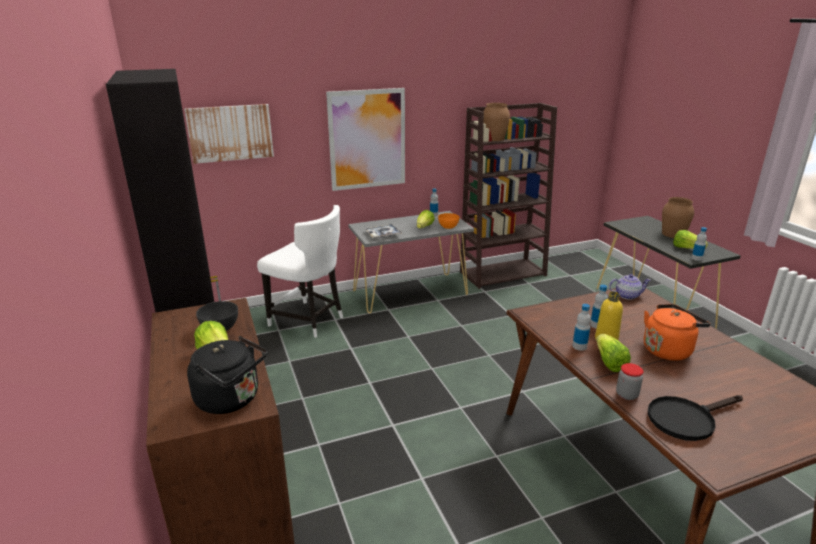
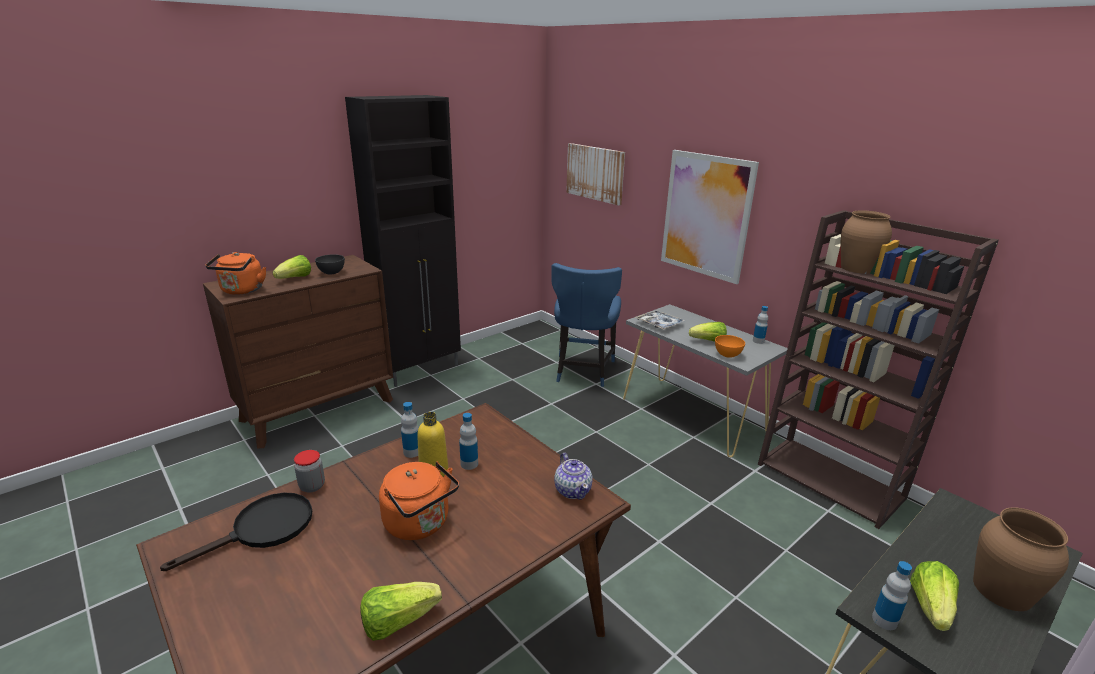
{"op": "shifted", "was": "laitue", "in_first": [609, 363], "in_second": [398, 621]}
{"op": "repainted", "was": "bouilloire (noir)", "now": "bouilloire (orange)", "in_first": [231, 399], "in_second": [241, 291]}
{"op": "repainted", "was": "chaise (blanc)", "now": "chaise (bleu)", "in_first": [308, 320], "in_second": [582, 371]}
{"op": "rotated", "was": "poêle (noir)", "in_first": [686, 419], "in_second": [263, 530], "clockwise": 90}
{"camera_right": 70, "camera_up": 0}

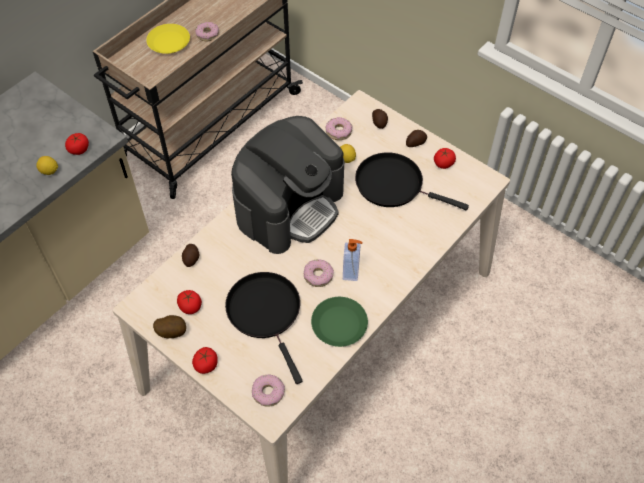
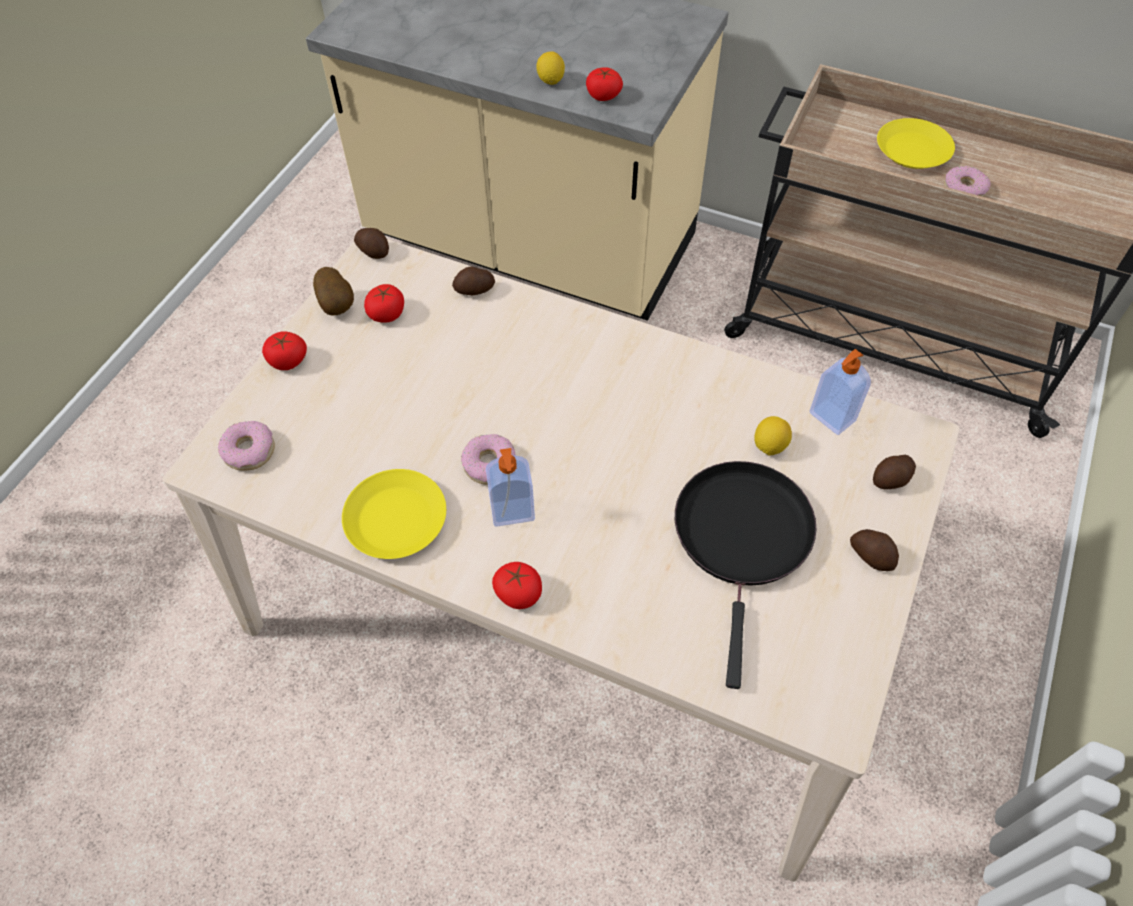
{"op": "gone", "was": "poêle (noir)", "in_first": [266, 313]}
{"op": "gone", "was": "machine à café", "in_first": [290, 206]}
{"op": "new", "now": "pomme de terre", "in_second": [374, 250]}
{"op": "shifted", "was": "tomate", "in_first": [443, 163], "in_second": [518, 592]}
{"op": "swapped", "was": "beignet", "now": "distributeur de savon", "in_first": [338, 132], "in_second": [831, 418]}
{"op": "repainted", "was": "assiette (vert)", "now": "assiette (jaune)", "in_first": [338, 324], "in_second": [396, 518]}
{"camera_right": 75, "camera_up": 0}

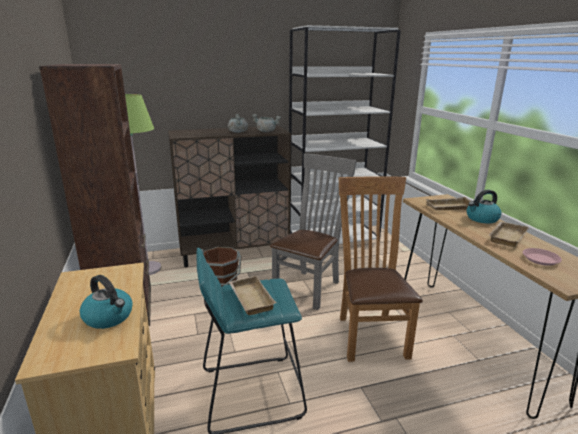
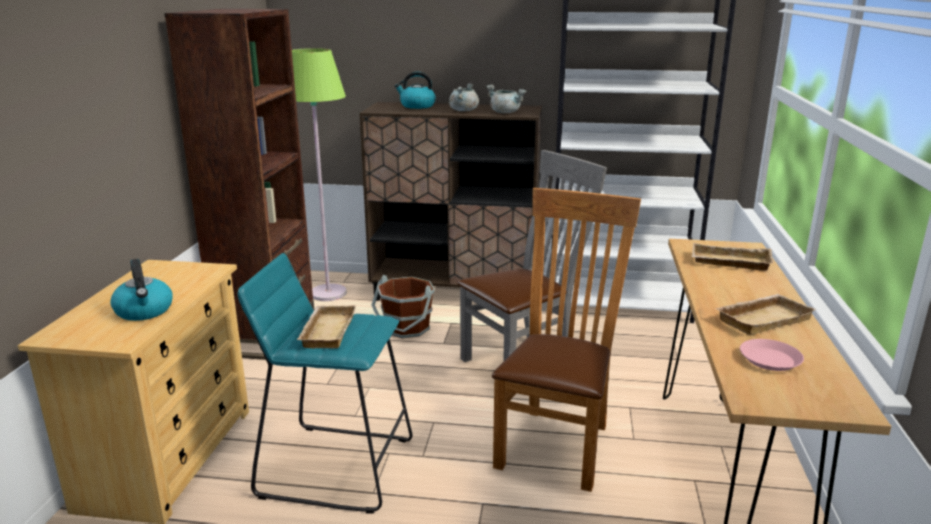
{"op": "shifted", "was": "bouilloire", "in_first": [481, 219], "in_second": [417, 106]}
{"camera_right": 25, "camera_up": 0}

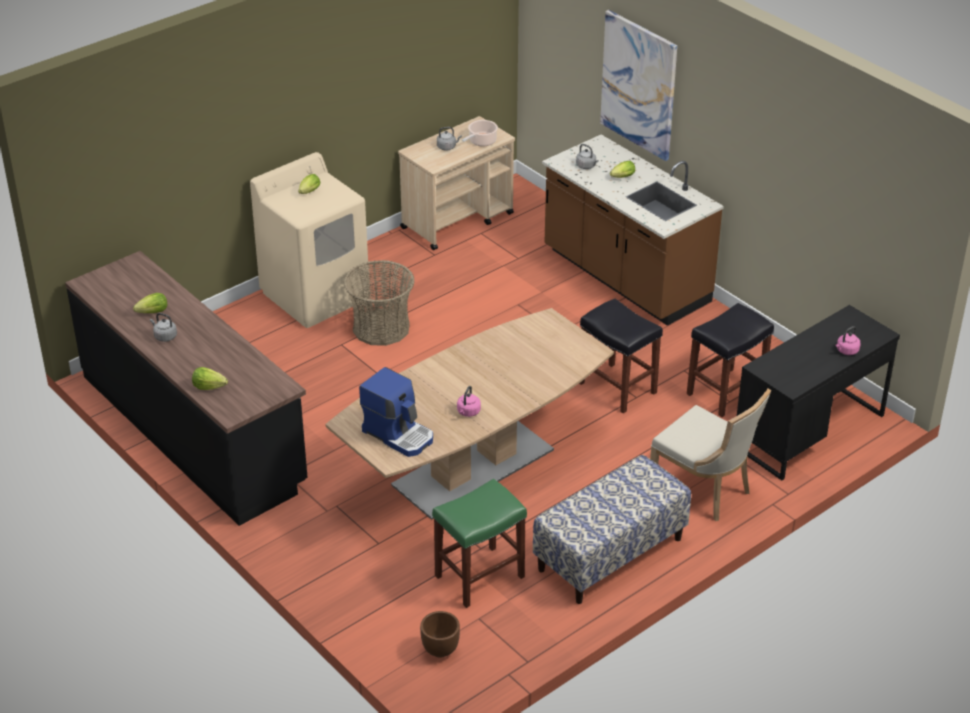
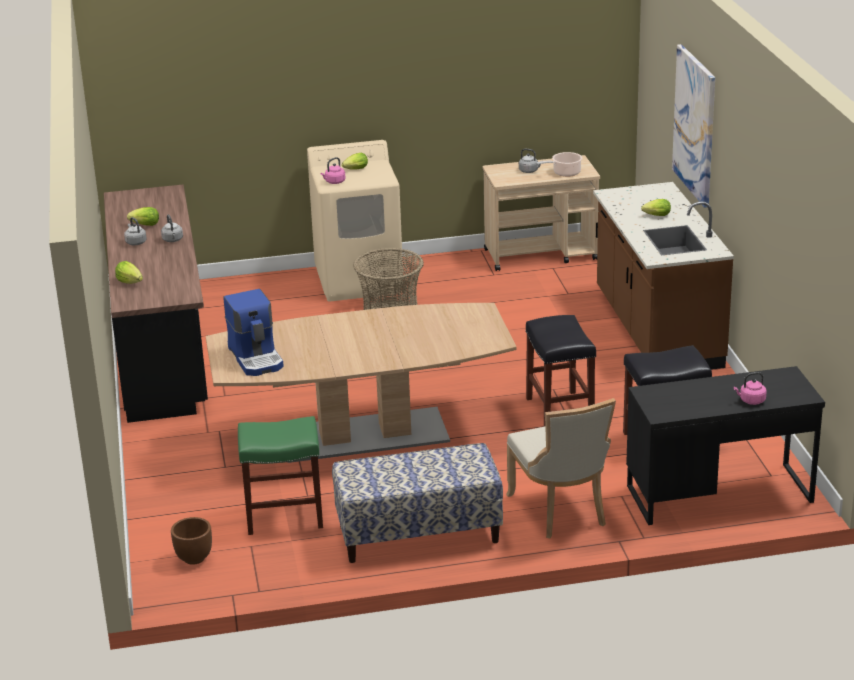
{"op": "shifted", "was": "bouilloire (rose)", "in_first": [468, 412], "in_second": [334, 182]}
{"op": "shifted", "was": "bouilloire (gris)", "in_first": [586, 166], "in_second": [173, 240]}
{"camera_right": 30, "camera_up": -10}

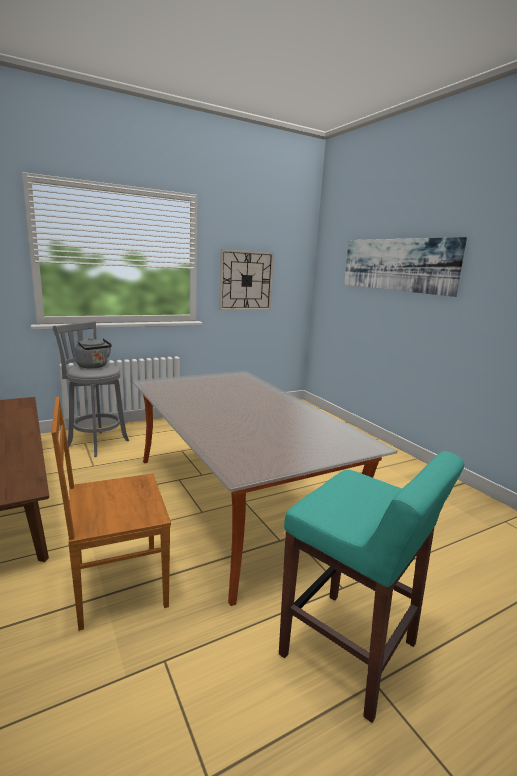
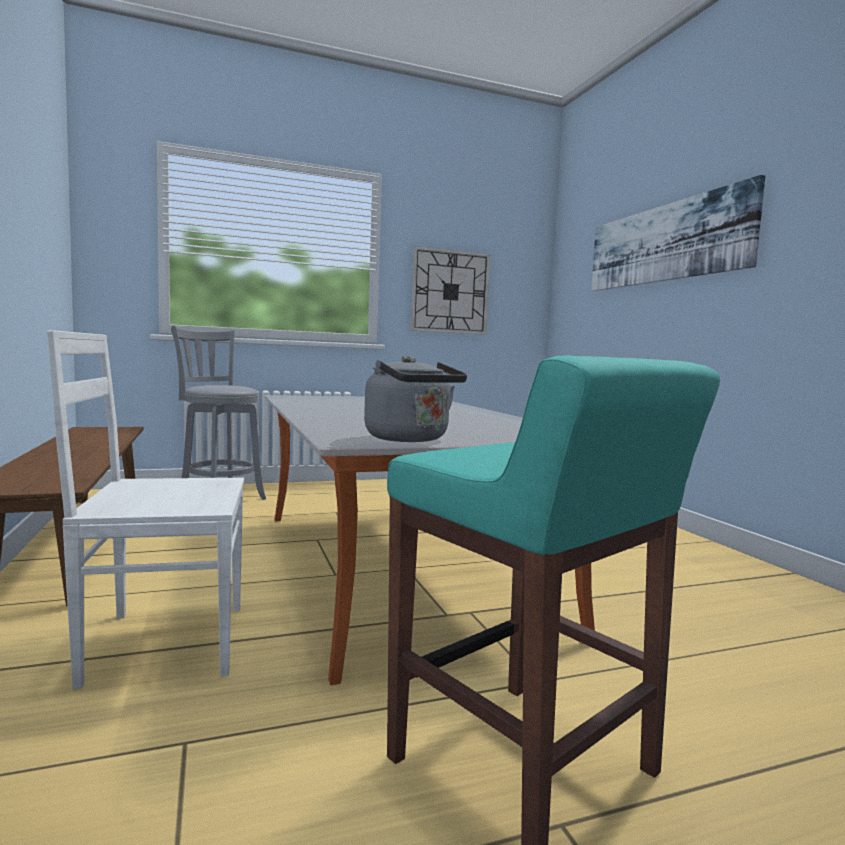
{"op": "shifted", "was": "bouilloire (gris)", "in_first": [94, 366], "in_second": [411, 439]}
{"op": "repainted", "was": "chaise (marron)", "now": "chaise (blanc)", "in_first": [116, 585], "in_second": [162, 643]}
{"camera_right": 10, "camera_up": -10}

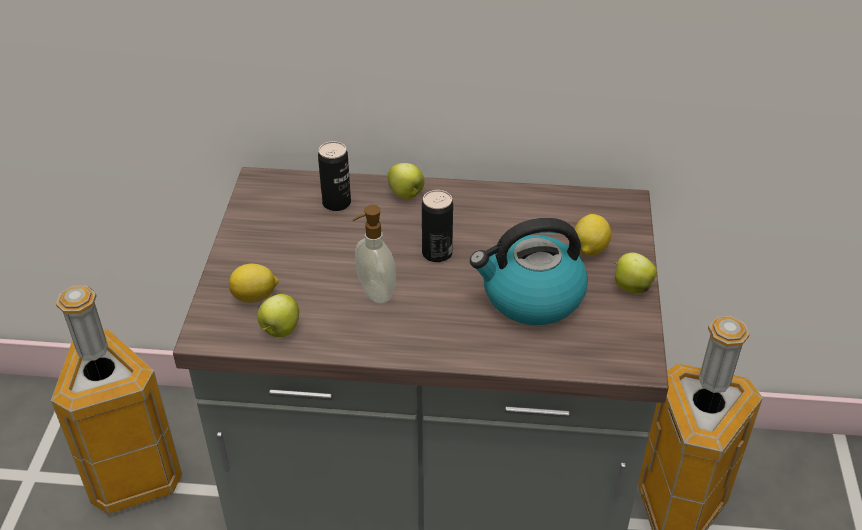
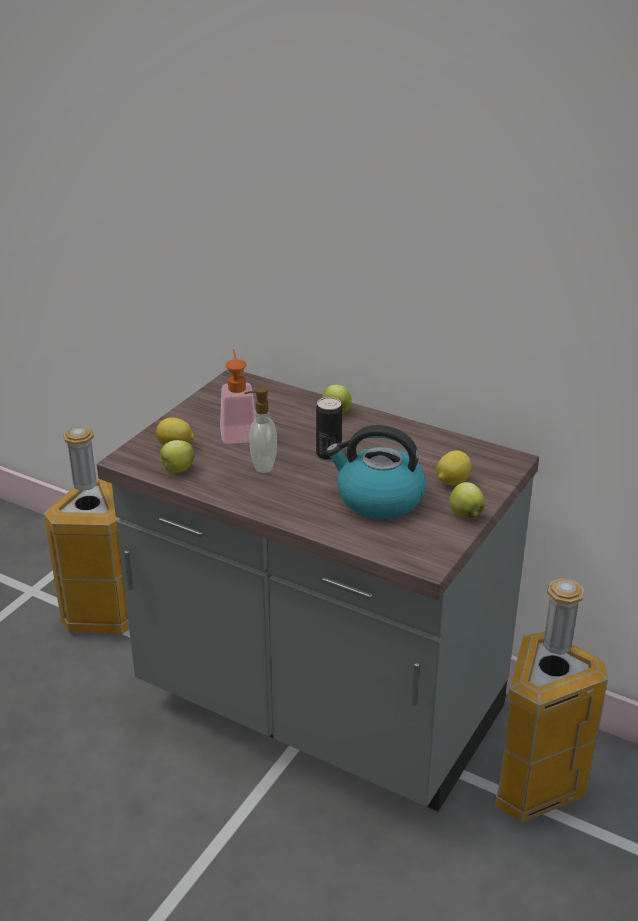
{"op": "gone", "was": "boîte métallique", "in_first": [336, 203]}
{"op": "new", "now": "distributeur de savon", "in_second": [238, 431]}
{"camera_right": 25, "camera_up": -10}

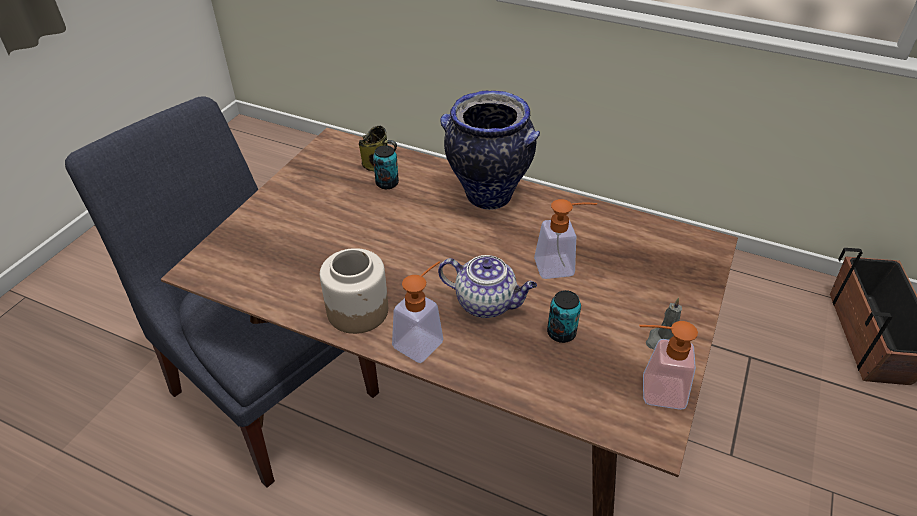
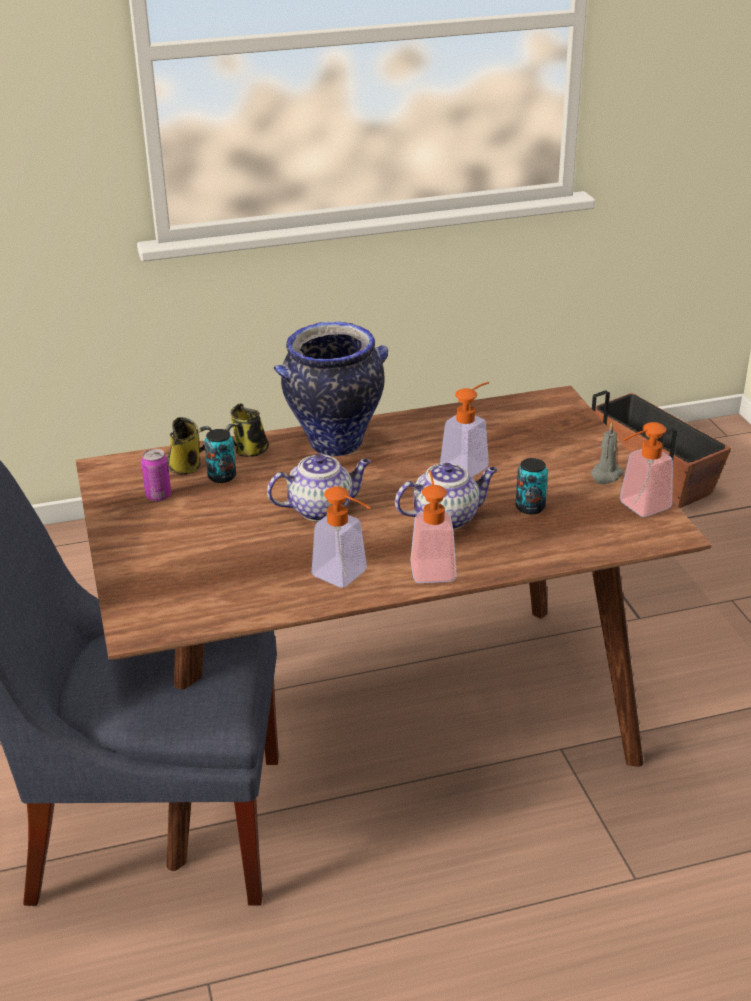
{"op": "new", "now": "boîte métallique", "in_second": [158, 496]}
{"op": "new", "now": "mug", "in_second": [249, 452]}
{"op": "new", "now": "théière", "in_second": [321, 509]}
{"op": "swapped", "was": "bocal", "now": "distributeur de savon", "in_first": [358, 310], "in_second": [347, 576]}
{"camera_right": -40, "camera_up": -10}

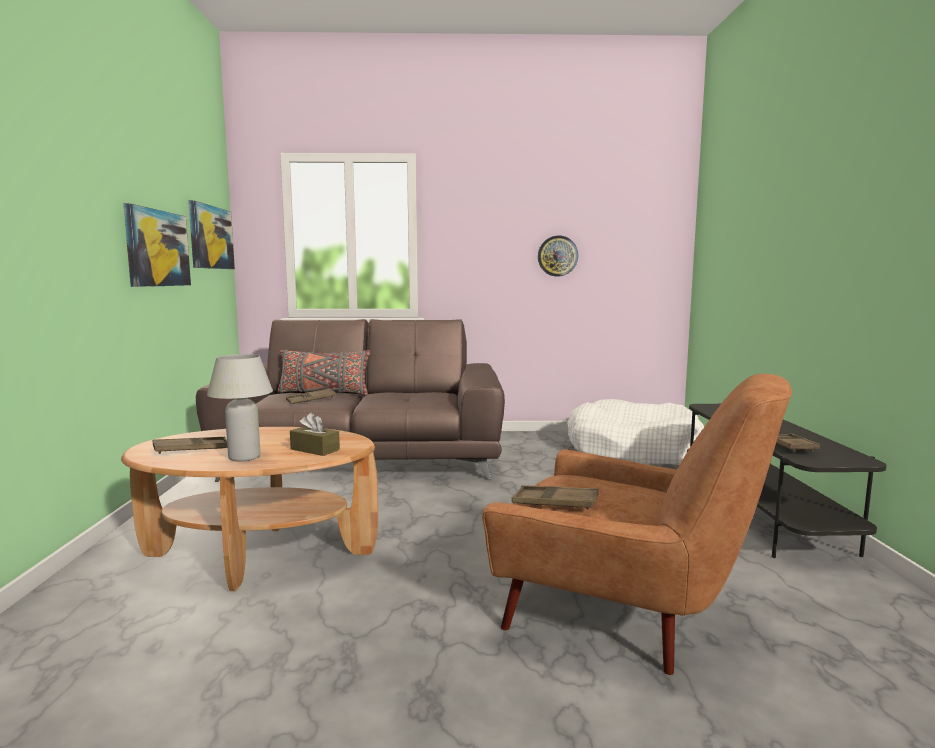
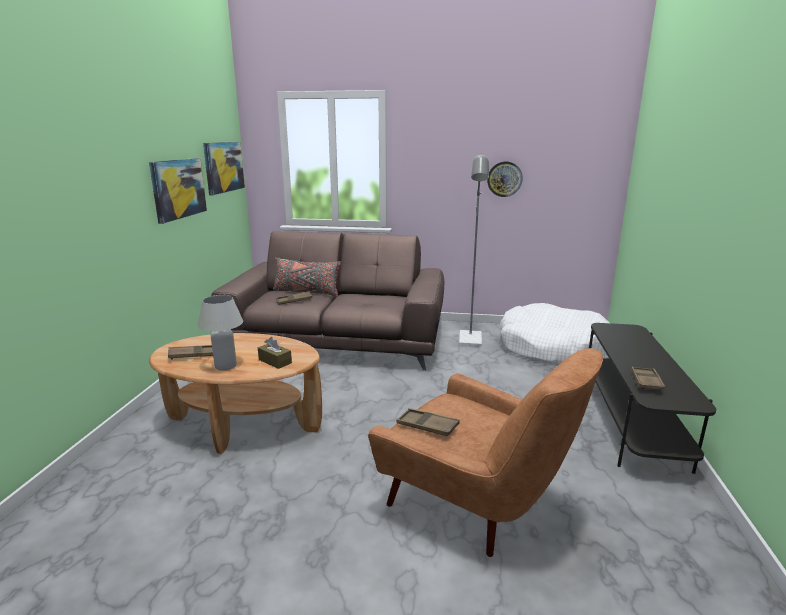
{"op": "new", "now": "lampadaire (gris)", "in_second": [470, 342]}
{"camera_right": 10, "camera_up": 10}

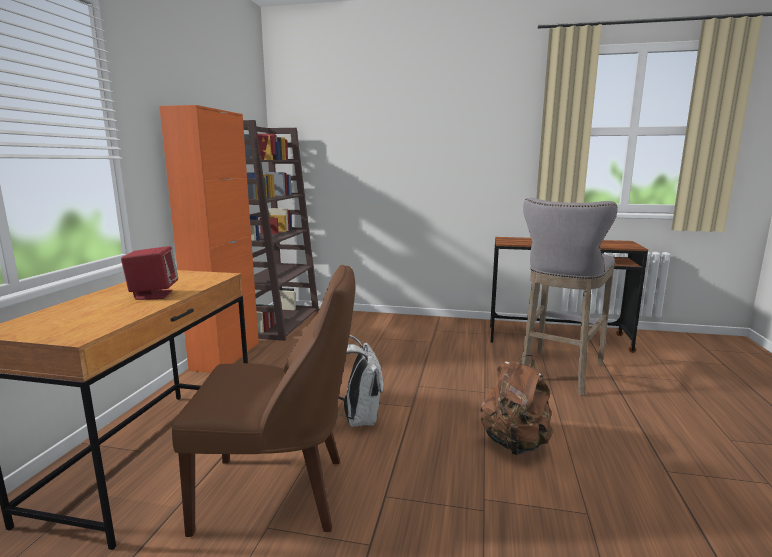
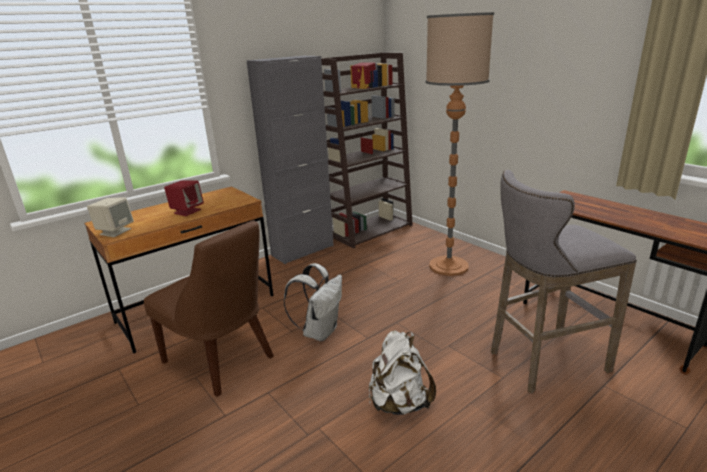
{"op": "new", "now": "enceinte (beige)", "in_second": [115, 231]}
{"op": "new", "now": "lampadaire", "in_second": [448, 266]}
{"op": "repainted", "was": "meuble de rangement (orange)", "now": "meuble de rangement (gris)", "in_first": [226, 356], "in_second": [302, 250]}
{"op": "repainted", "was": "sac à dos (marron)", "now": "sac à dos (blanc)", "in_first": [515, 444], "in_second": [399, 403]}
{"camera_right": 40, "camera_up": 10}

